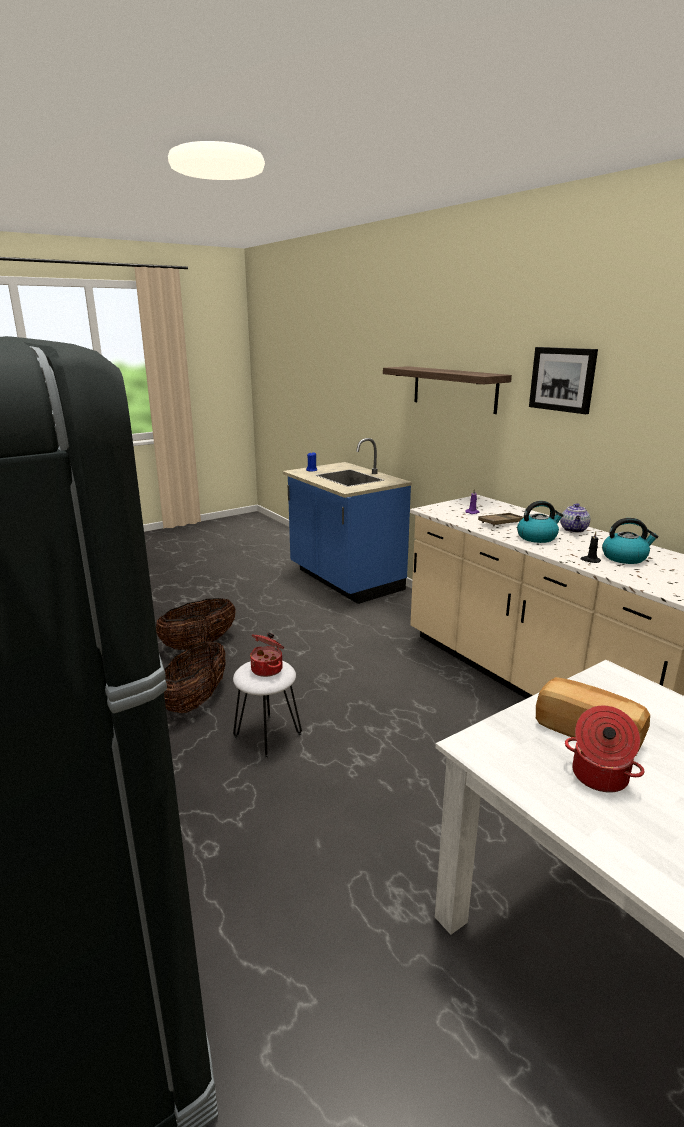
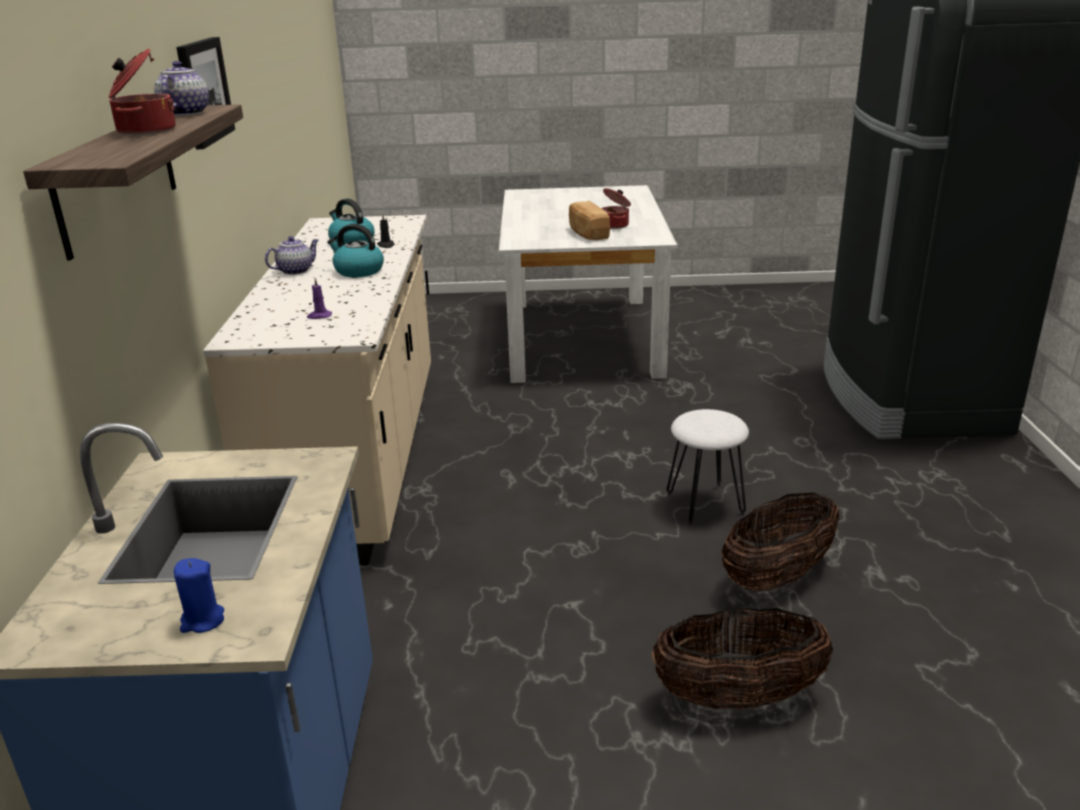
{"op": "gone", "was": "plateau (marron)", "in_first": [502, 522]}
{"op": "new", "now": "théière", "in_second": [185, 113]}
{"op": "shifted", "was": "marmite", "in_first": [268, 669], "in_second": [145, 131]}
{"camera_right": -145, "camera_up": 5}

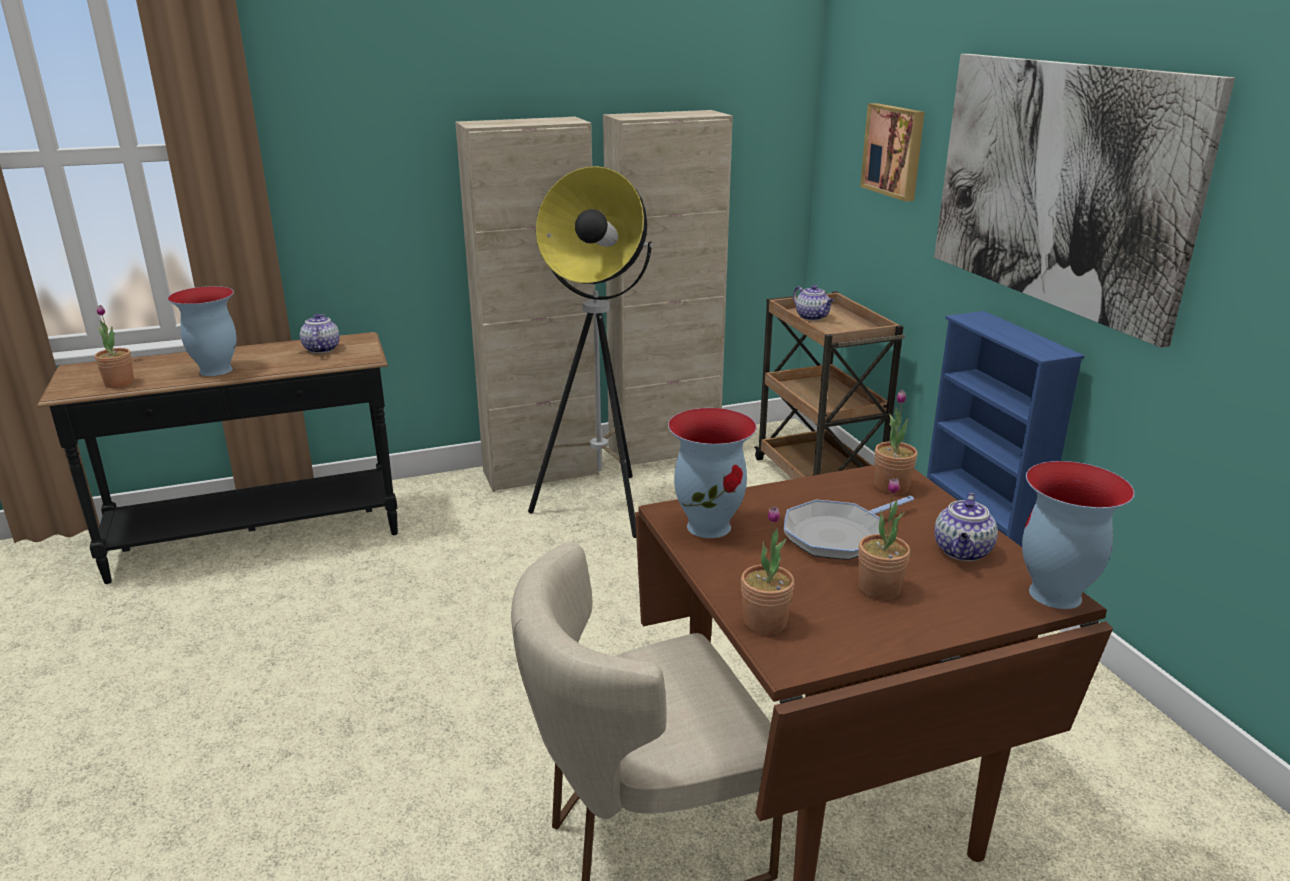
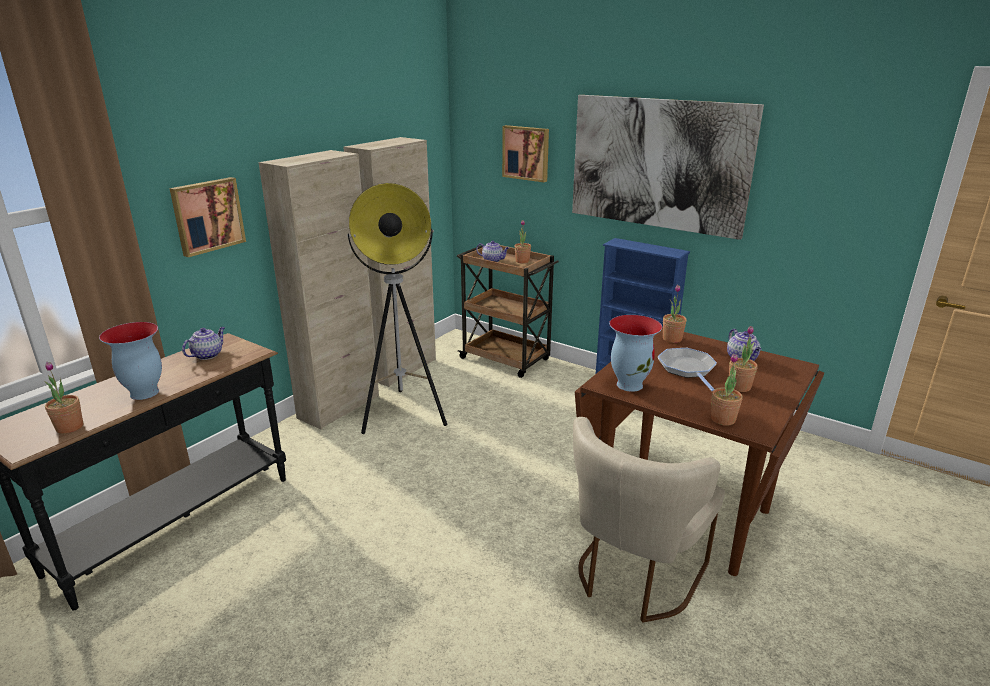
{"op": "gone", "was": "vase", "in_first": [1055, 595]}
{"op": "new", "now": "tableau", "in_second": [207, 215]}
{"op": "new", "now": "plante en pot", "in_second": [522, 261]}
{"op": "rotated", "was": "théière", "in_first": [321, 349], "in_second": [208, 355], "clockwise": 75}
{"op": "rotated", "was": "poêle", "in_first": [838, 535], "in_second": [687, 369], "clockwise": 150}
{"camera_right": -35, "camera_up": 0}

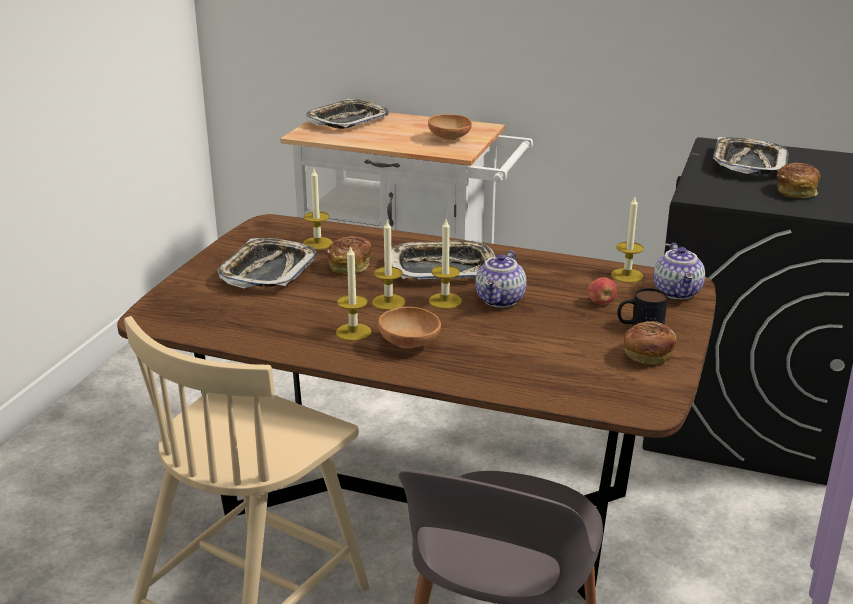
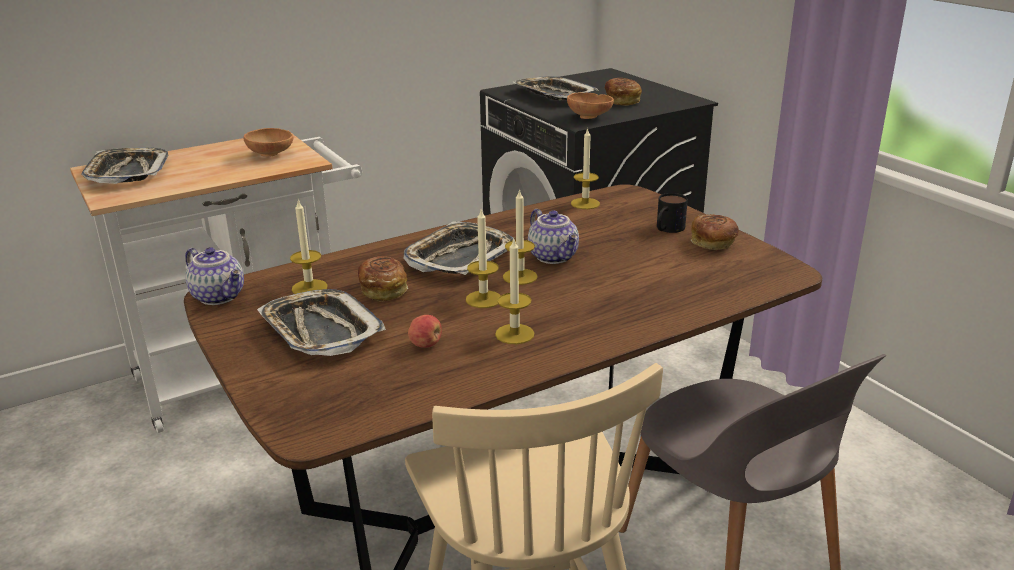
{"op": "shifted", "was": "bol (marron)", "in_first": [410, 345], "in_second": [590, 117]}
{"op": "shifted", "was": "pomme", "in_first": [601, 302], "in_second": [426, 344]}
{"op": "shifted", "was": "théière", "in_first": [678, 292], "in_second": [220, 296]}
{"camera_right": -50, "camera_up": 0}

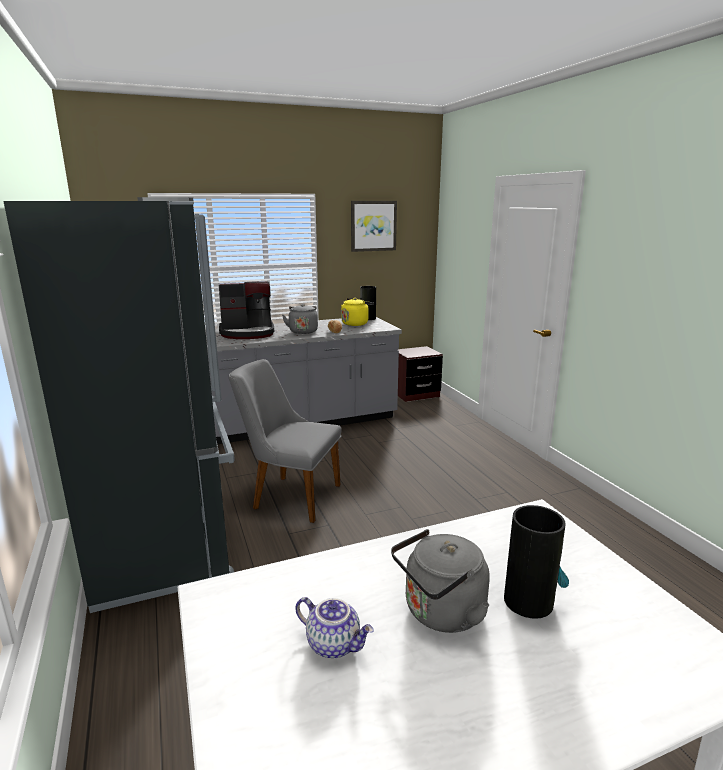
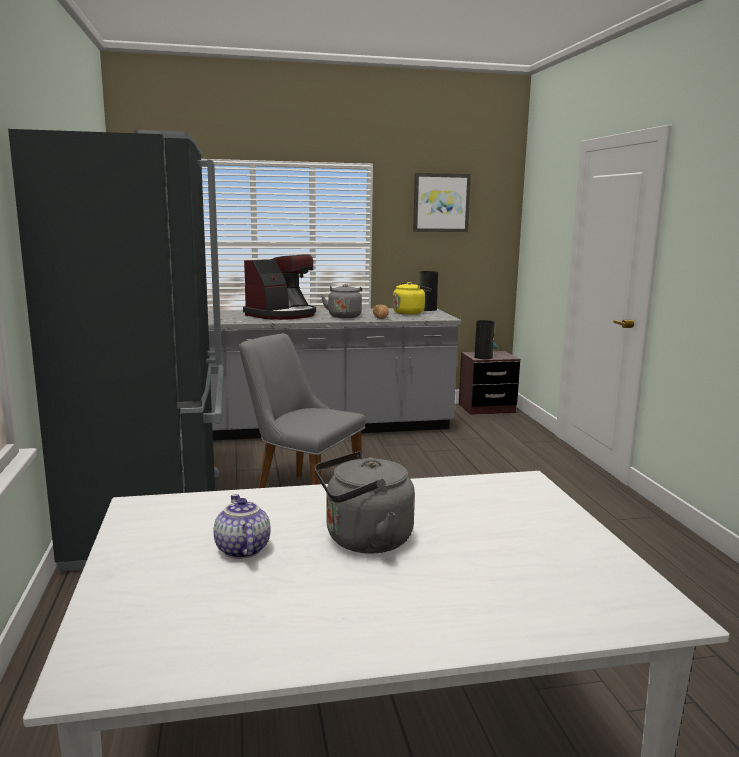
{"op": "shifted", "was": "vase", "in_first": [529, 601], "in_second": [483, 357]}
{"op": "rotated", "was": "machine à café", "in_first": [248, 333], "in_second": [282, 315], "clockwise": -45}
{"op": "rotated", "was": "théière", "in_first": [334, 644], "in_second": [241, 549], "clockwise": -150}
{"camera_right": 10, "camera_up": -5}

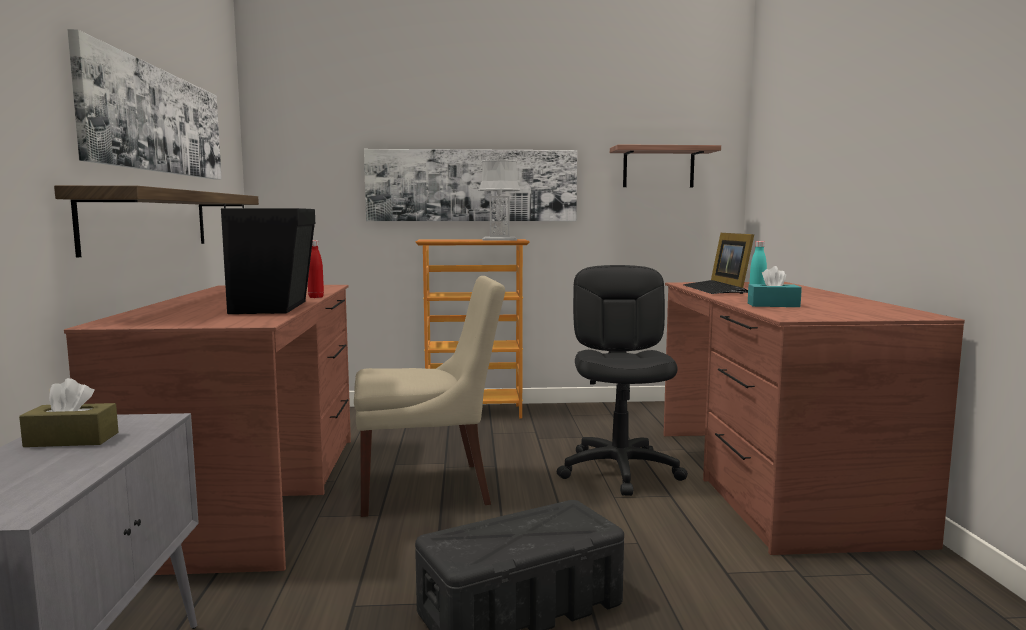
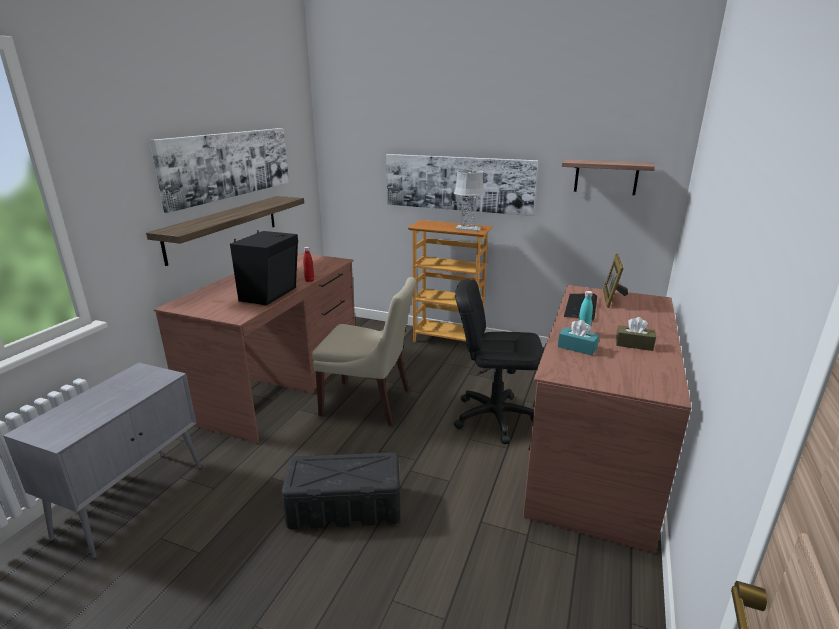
{"op": "shifted", "was": "boîte à mouchoirs (marron)", "in_first": [72, 440], "in_second": [634, 344]}
{"op": "rotated", "was": "chaise de bureau (noir)", "in_first": [620, 471], "in_second": [494, 417], "clockwise": -105}
{"camera_right": 25, "camera_up": 15}

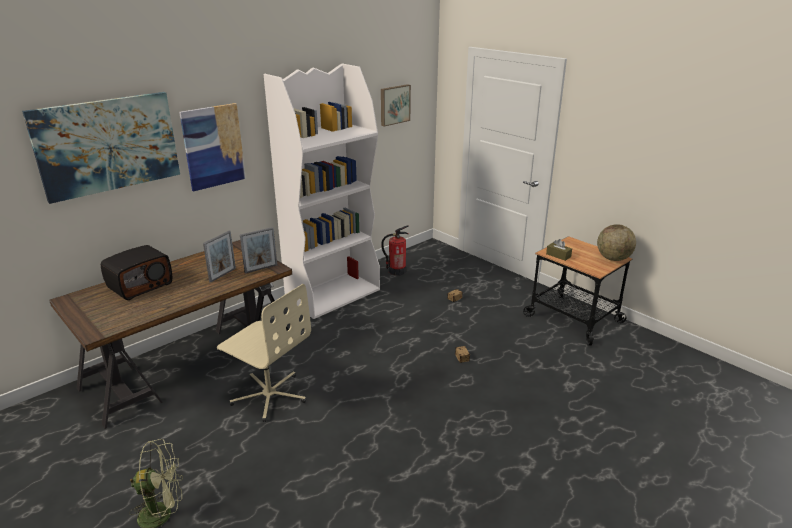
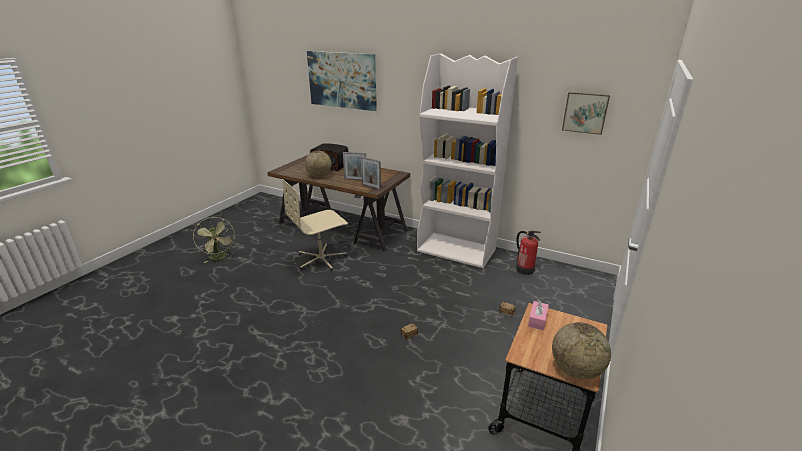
{"op": "gone", "was": "tableau", "in_first": [213, 146]}
{"op": "new", "now": "globe", "in_second": [319, 176]}
{"op": "repainted", "was": "boîte à mouchoirs (marron)", "now": "boîte à mouchoirs (rose)", "in_first": [558, 255], "in_second": [537, 320]}
{"op": "rotated", "was": "chaise de bureau (beige)", "in_first": [269, 395], "in_second": [321, 259], "clockwise": 45}
{"camera_right": 70, "camera_up": 0}

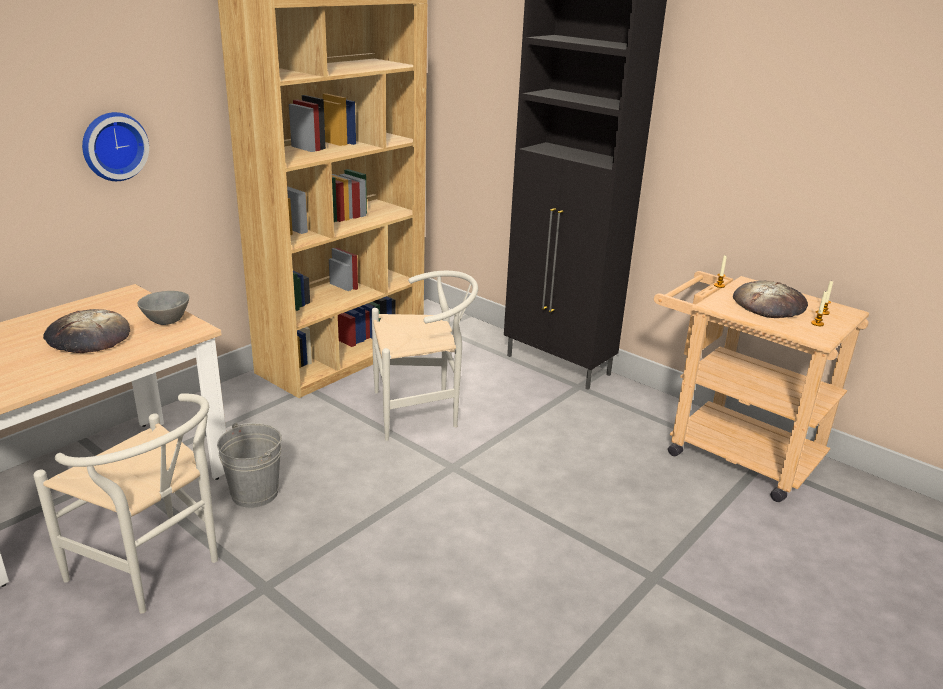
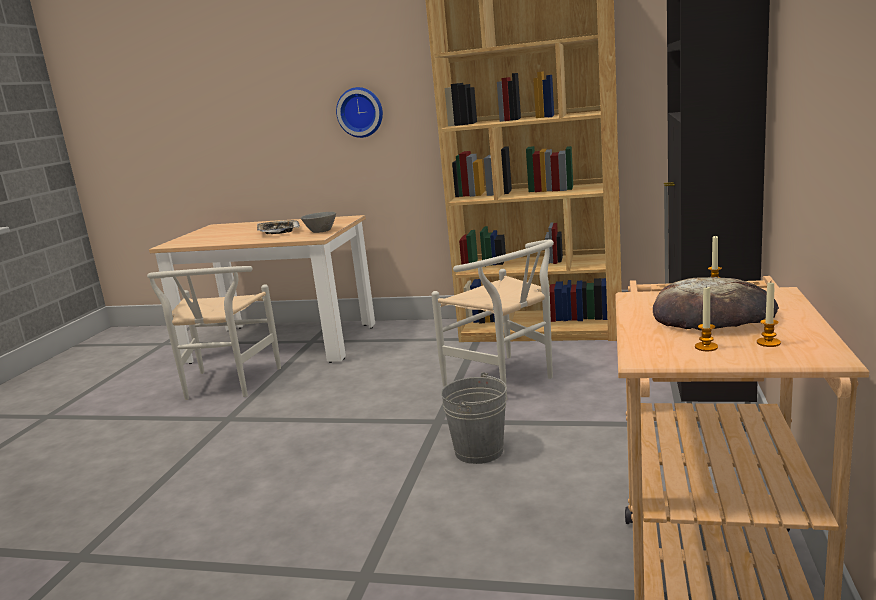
{"op": "shifted", "was": "seau (gris)", "in_first": [255, 493], "in_second": [479, 451]}
{"op": "swapped", "was": "pain", "now": "plateau", "in_first": [88, 337], "in_second": [278, 231]}
{"camera_right": 65, "camera_up": -10}

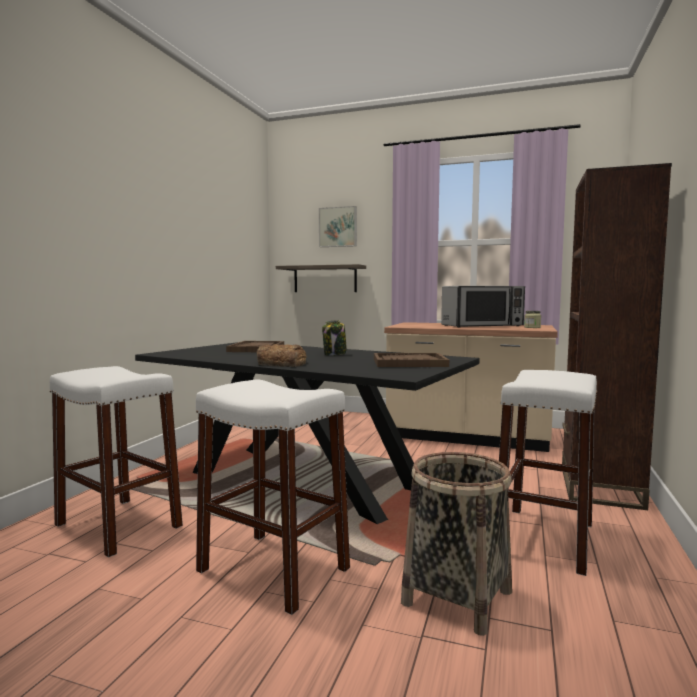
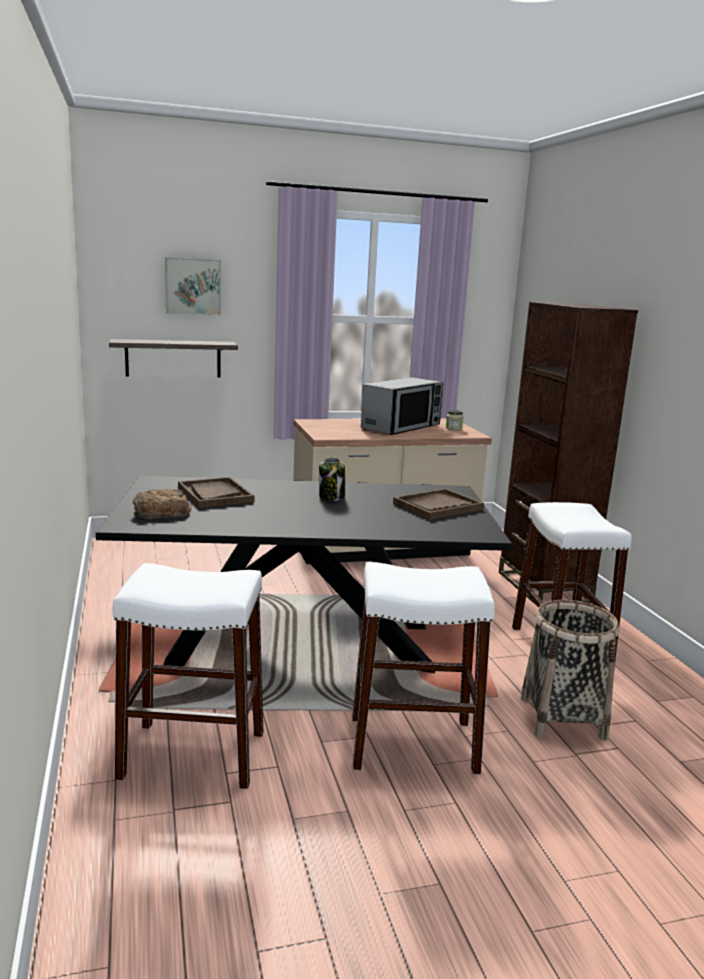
{"op": "shifted", "was": "pain", "in_first": [281, 363], "in_second": [161, 511]}
{"camera_right": -35, "camera_up": 10}

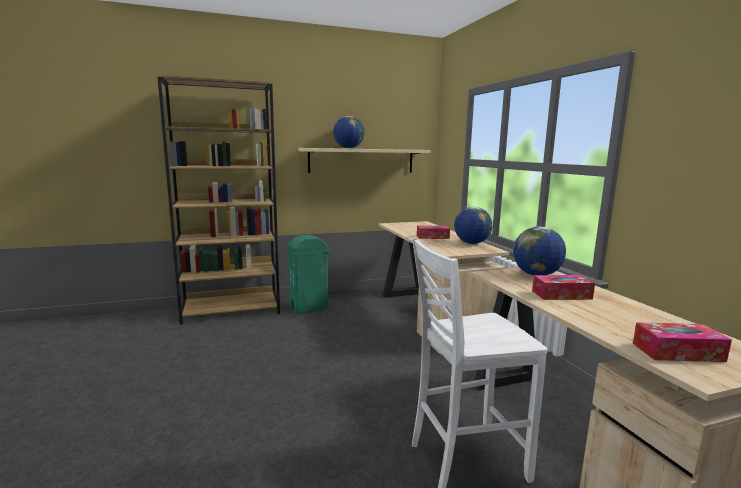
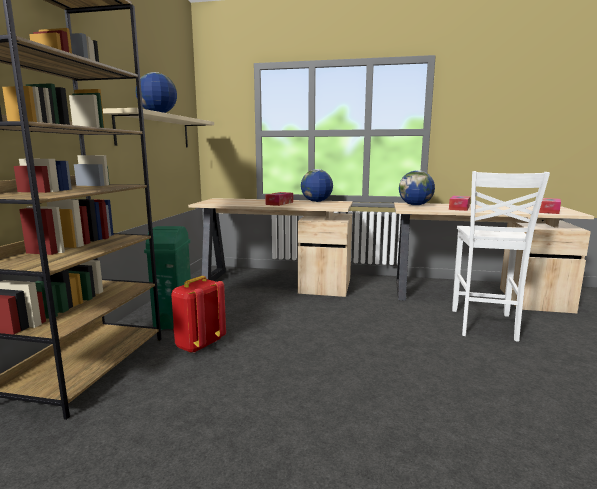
{"op": "new", "now": "sac à dos (rouge)", "in_second": [198, 345]}
{"camera_right": -60, "camera_up": 0}

